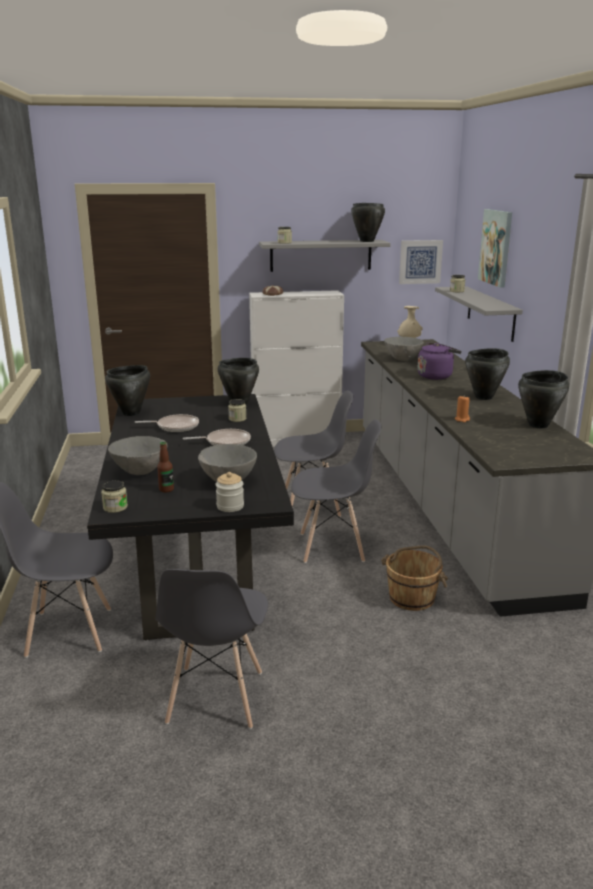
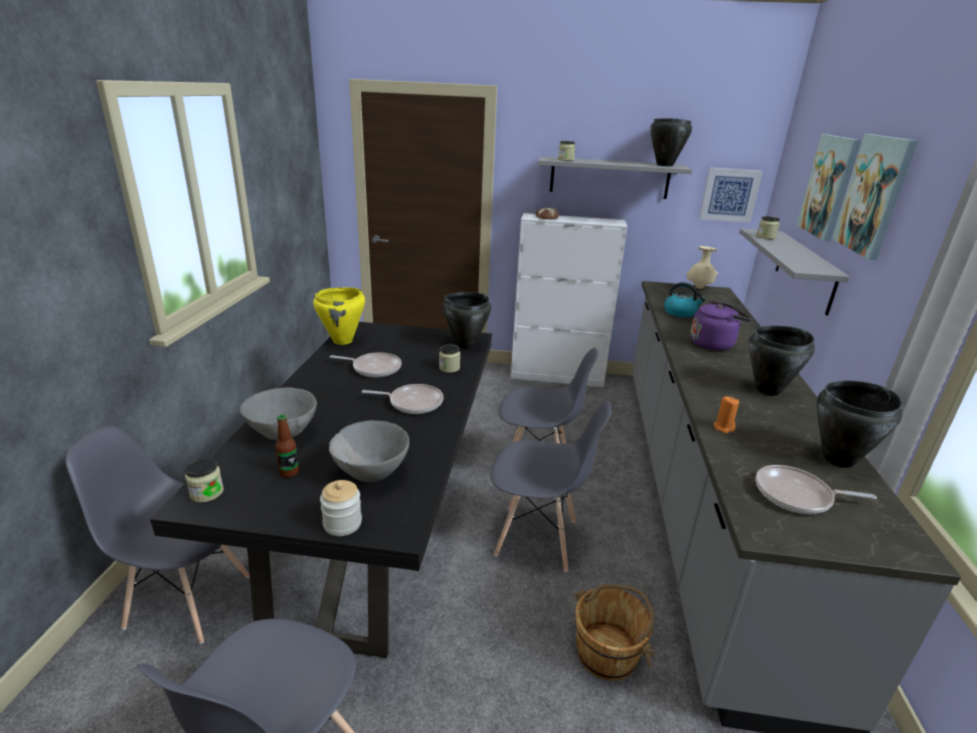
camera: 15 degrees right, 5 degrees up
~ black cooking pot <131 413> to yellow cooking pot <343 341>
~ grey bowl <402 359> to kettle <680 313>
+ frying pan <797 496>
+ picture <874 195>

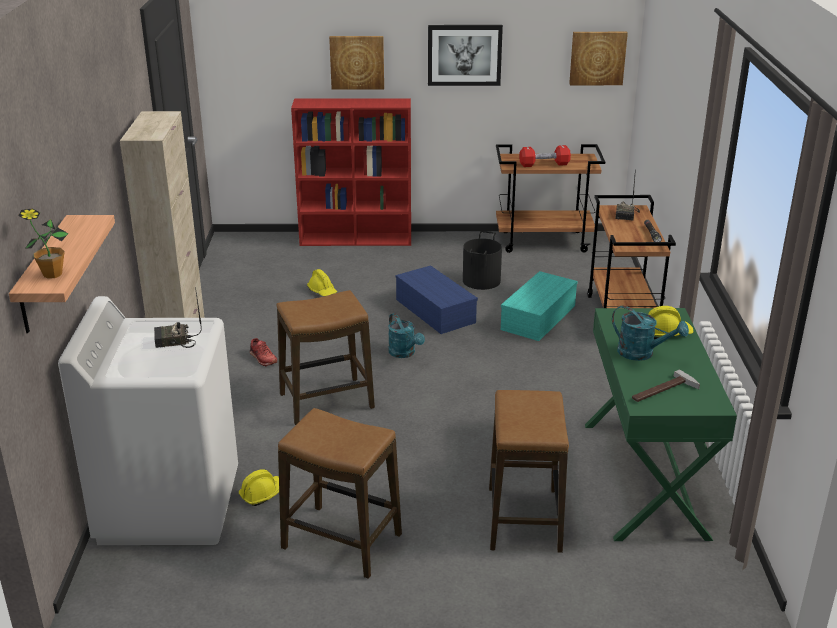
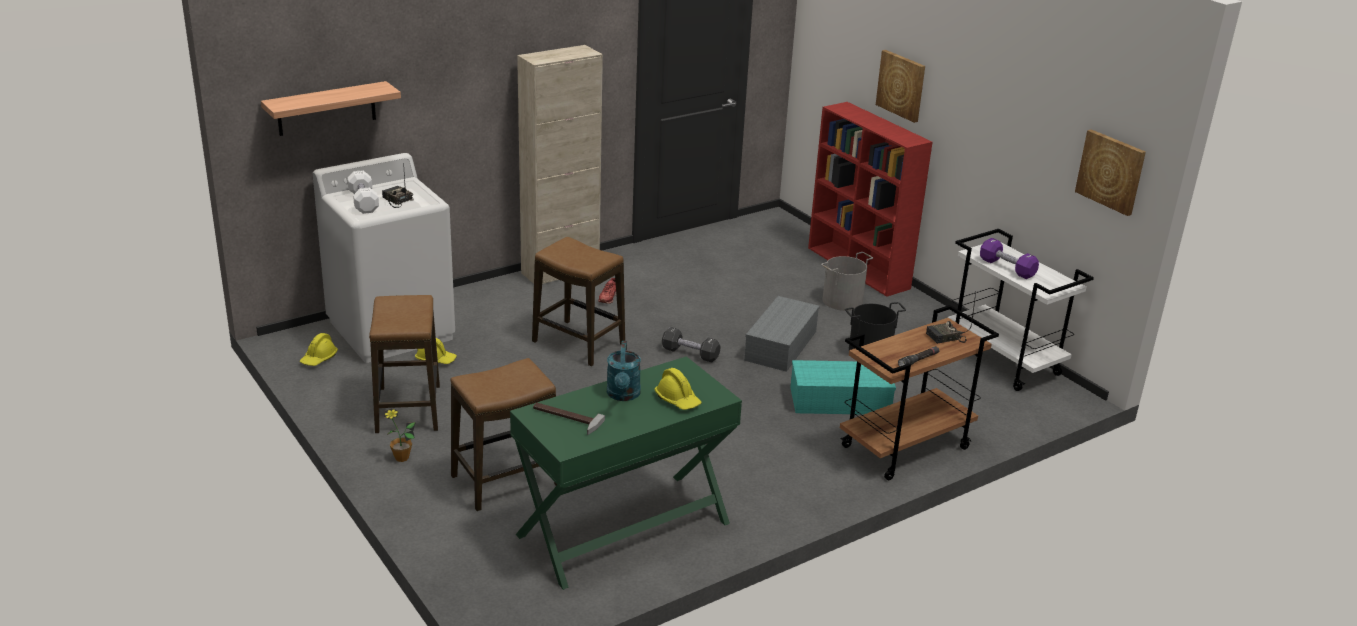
camera: 55 degrees right, 0 degrees up
~ potted plant <52 274> to <401 458>
~ yellow hard hat <322 291> to <319 358>
~ turquoise watering can <404 353> to black dumbbell <690 353>
~ blue storage box <433 310> to grey storage box <780 344>
- picture <464 55>
~ brown cart <544 241> to white cart <1004 362>
~ red dumbbell <544 164> to purple dumbbell <1007 268>
+ white dumbbell <363 202>
+ grey bucket <843 301>

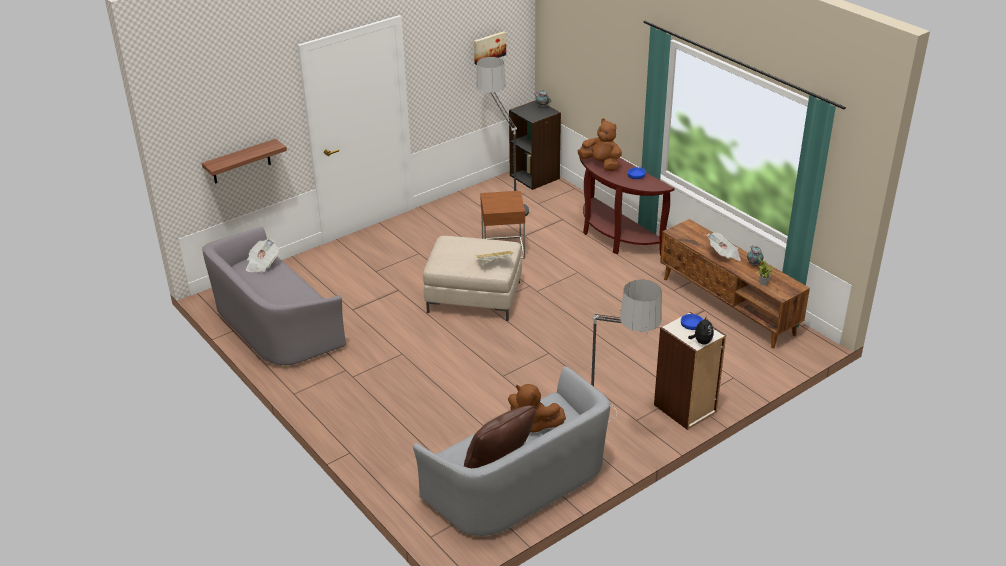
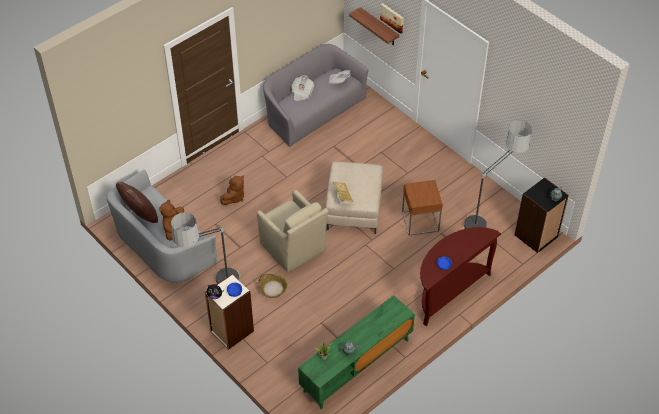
camera: 85 degrees right, 15 degrees up
~ picture <489 47> to <392 17>
~ brown plush toy <601 164> to <234 197>
~ brown tv stand <728 306> to green tv stand <356 366>
~ newspaper <723 254> to <301 93>
+ beige armchair <293 248>
+ basket <273 289>

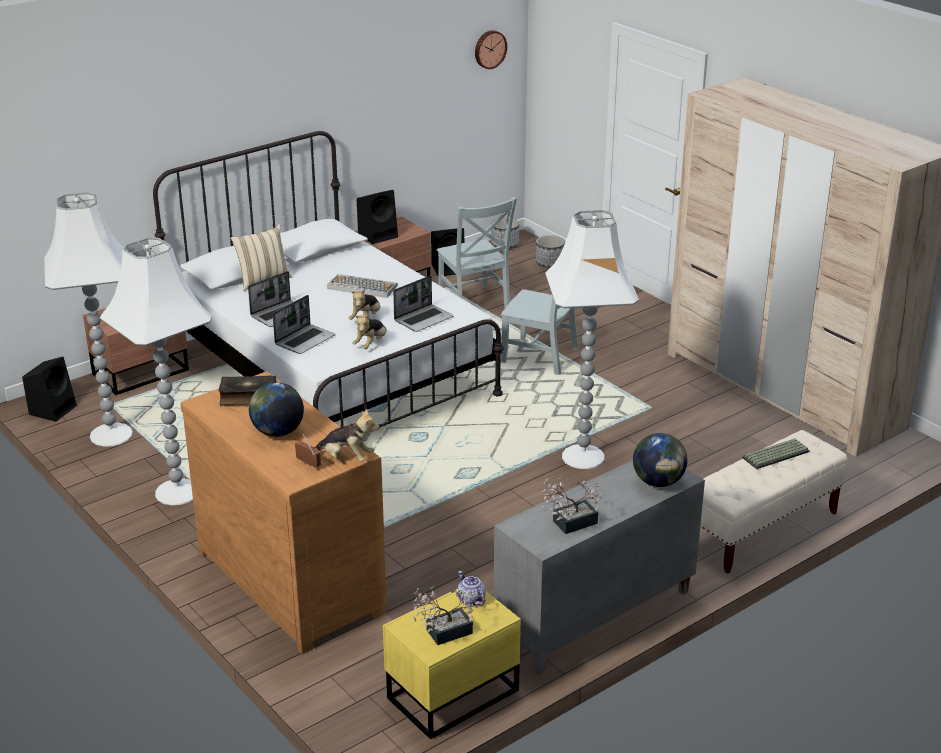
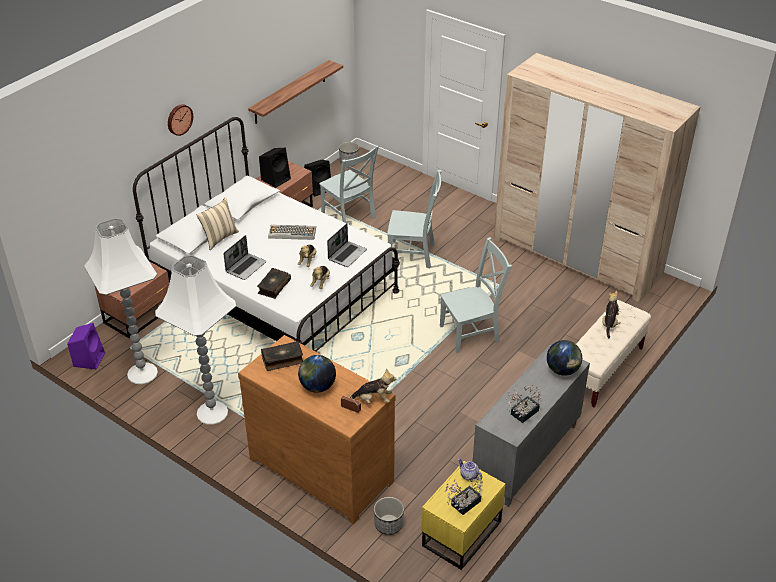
camera: 15 degrees left, 10 degrees up
~ black speaker <53 409> to purple speaker <89 359>
~ laptop <305 340> to book <273 287>
~ wall clock <489 49> to <179 119>
~ planter <549 264> to <388 524>
~ white floor lamp <584 457> to grey chair <472 333>
~ keyboard <776 455> to plush toy <609 323>
+ shelf <290 92>

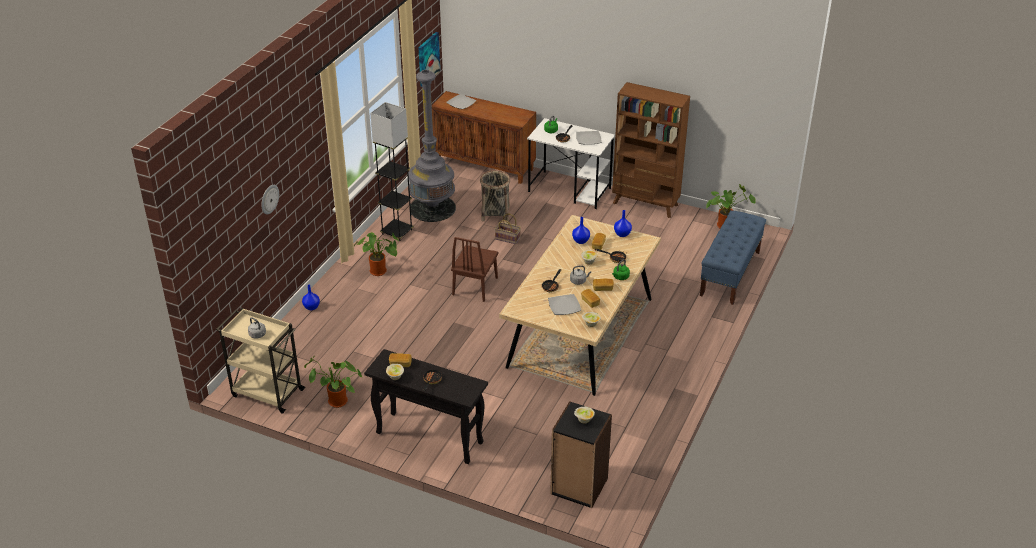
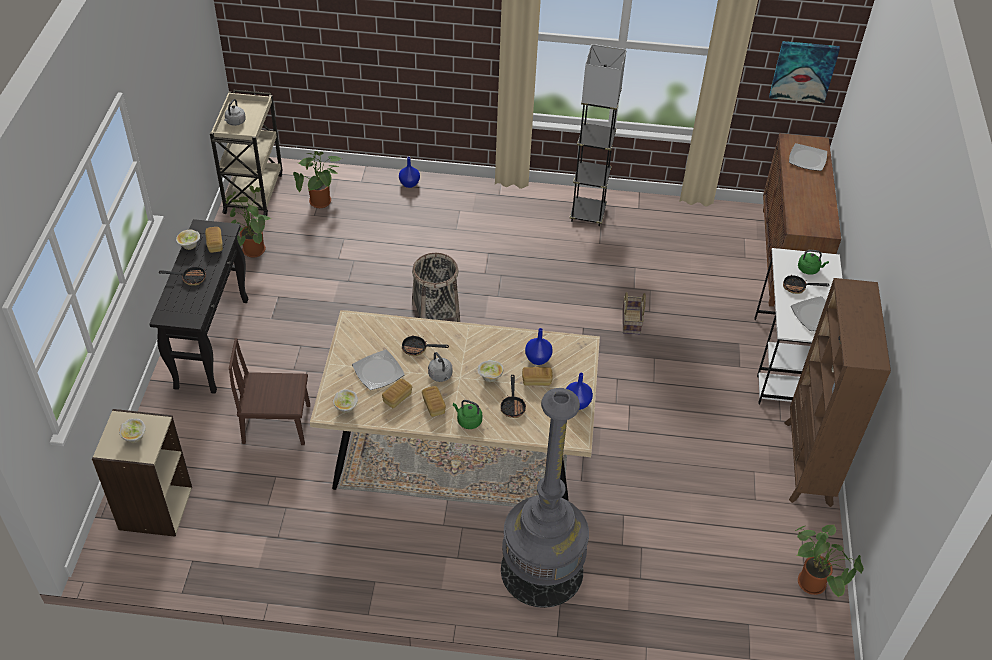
camera: 70 degrees right, 10 degrees up
- wall clock <269 199>
~ potted plant <380 271> to <321 203>
~ grey floor lamp <432 208> to <541 570>
~ brown chair <475 286> to <276 424>
~ basket <495 213> to <435 313>
~ black bookcase <578 486> to beige bookcase <155 508>
- blue bench <730 274>

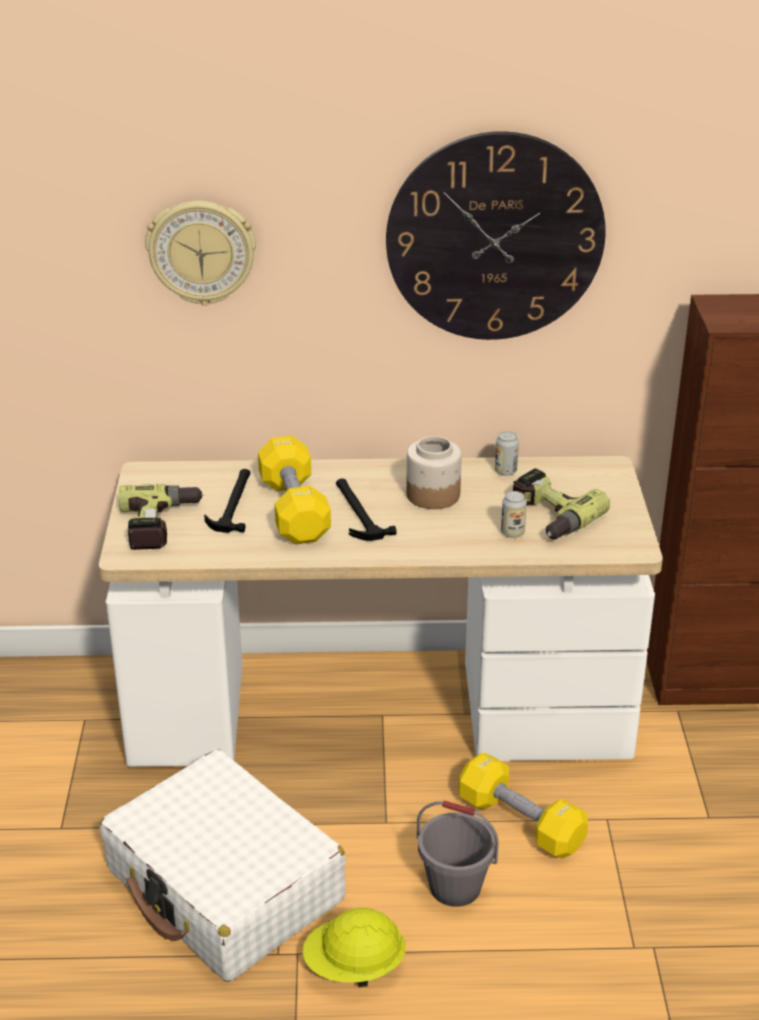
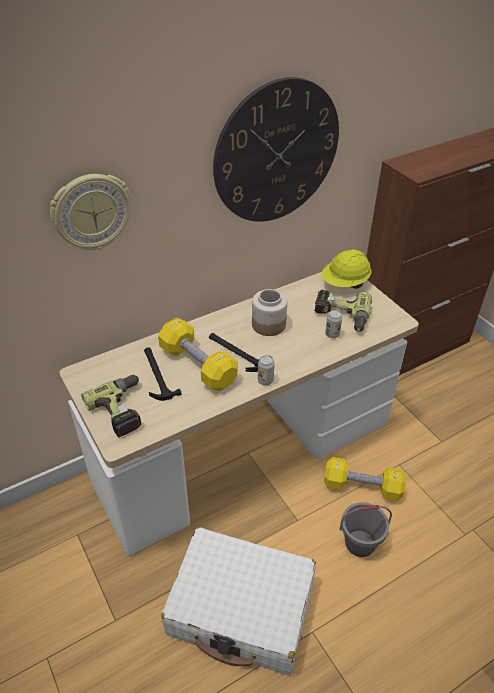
camera: 30 degrees left, 10 degrees up
~ yellow hard hat <354 967> to <345 284>
~ can <505 471> to <265 380>

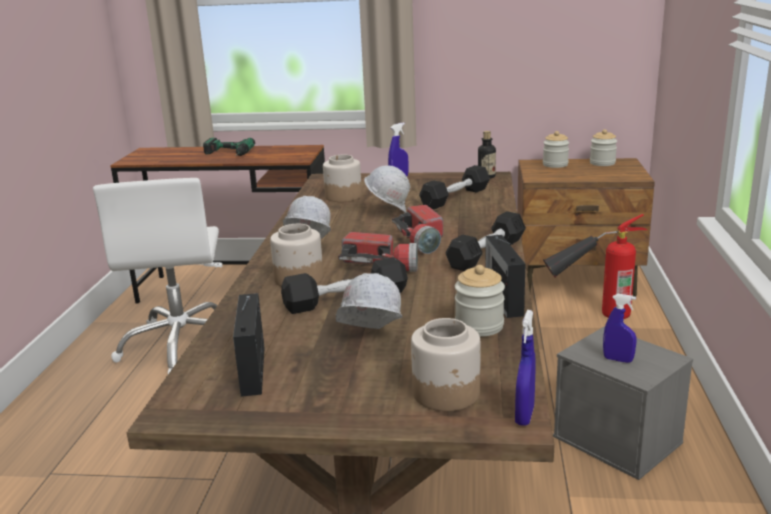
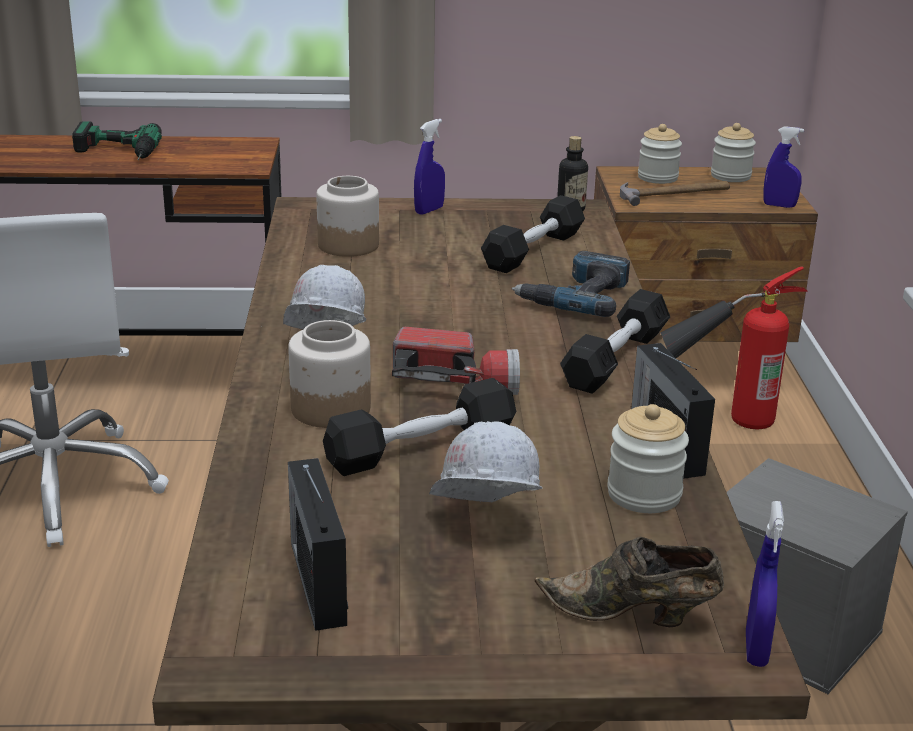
camera: 10 degrees left, 5 degrees up
- white hard hat <388 212>
- flashlight <421 240>
~ jar <447 393> to brown shoe <632 615>
~ blue spray bottle <618 360> to <779 205>
+ power drill <576 295>
+ hammer <674 194>

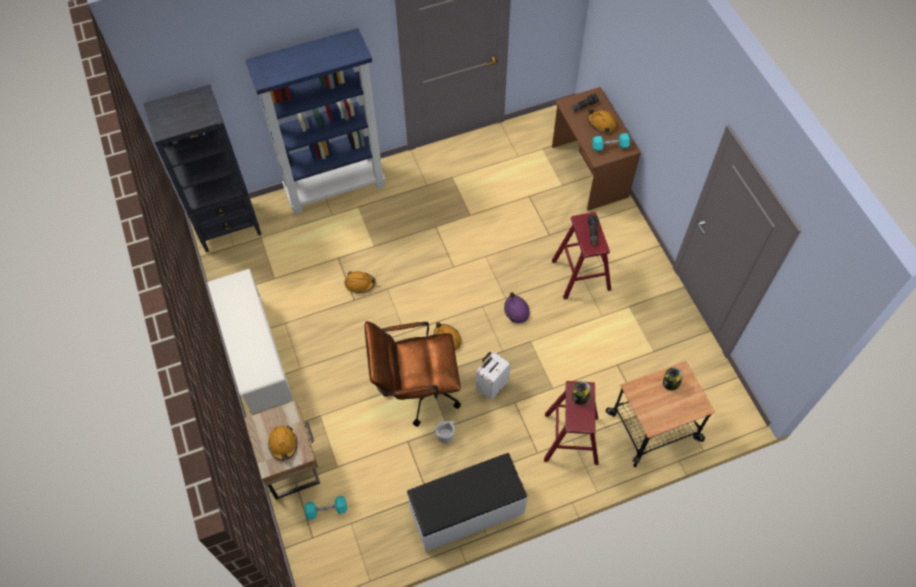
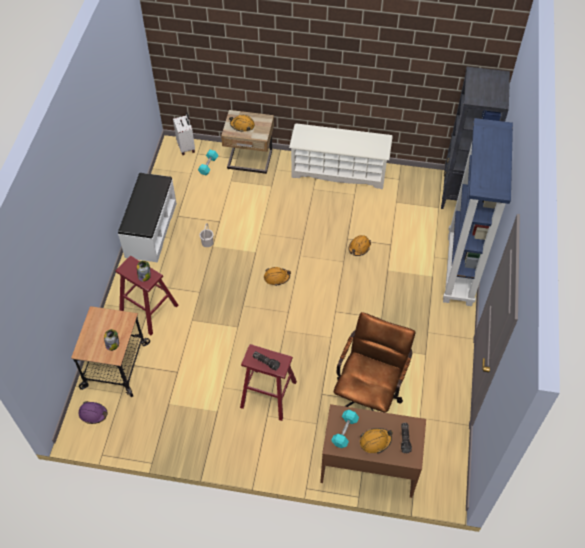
camera: 120 degrees right, 5 degrees down
~ brown office chair <416 389> to <368 393>
~ white suitcase <491 386> to <186 147>
~ purple hard hat <516 311> to <93 414>

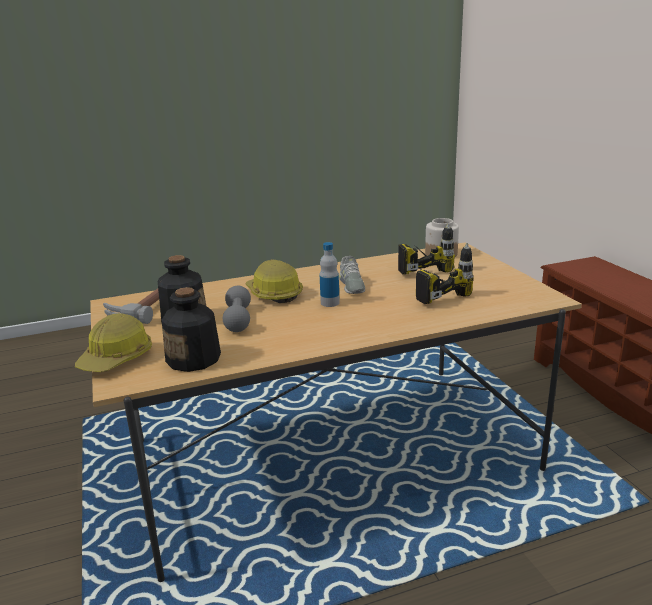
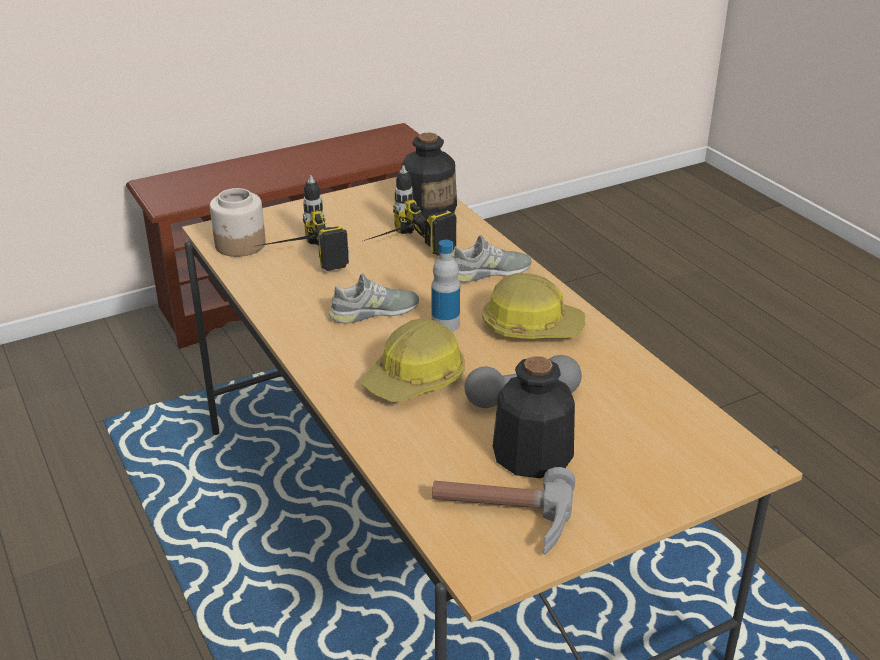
camera: 100 degrees left, 10 degrees up
~ hard hat <117 358> to <531 326>
~ bottle <194 359> to <428 208>
+ grey shoe <489 272>

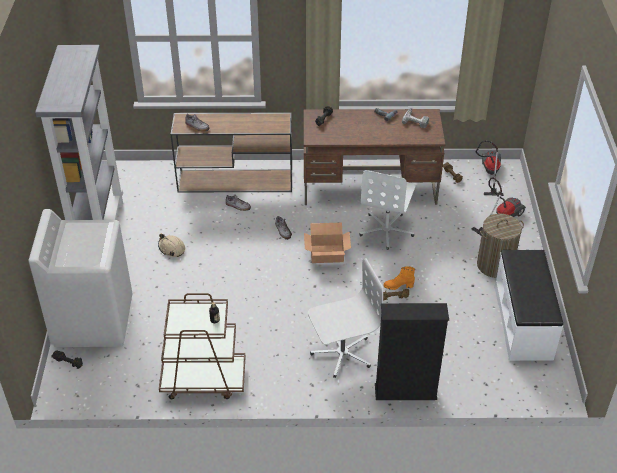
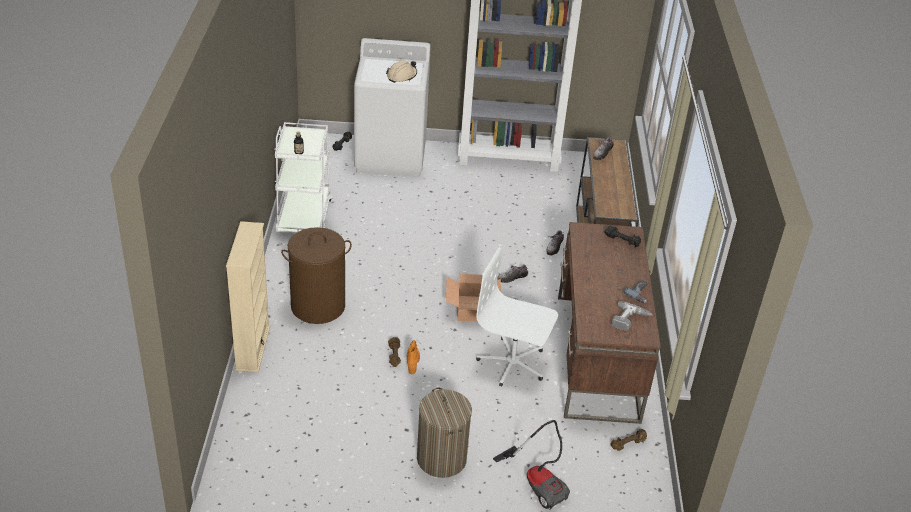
camera: 90 degrees right, 5 degrees down
~ beige hard hat <171 248> to <402 76>
~ brown cart <203 380> to white cart <304 216>
~ white office chair <342 353> to brown laundry basket <318 306>
~ black bookcase <405 392> to beige bookcase <253 347>
- vacuum cleaner <489 173>
- white bench <523 322>

